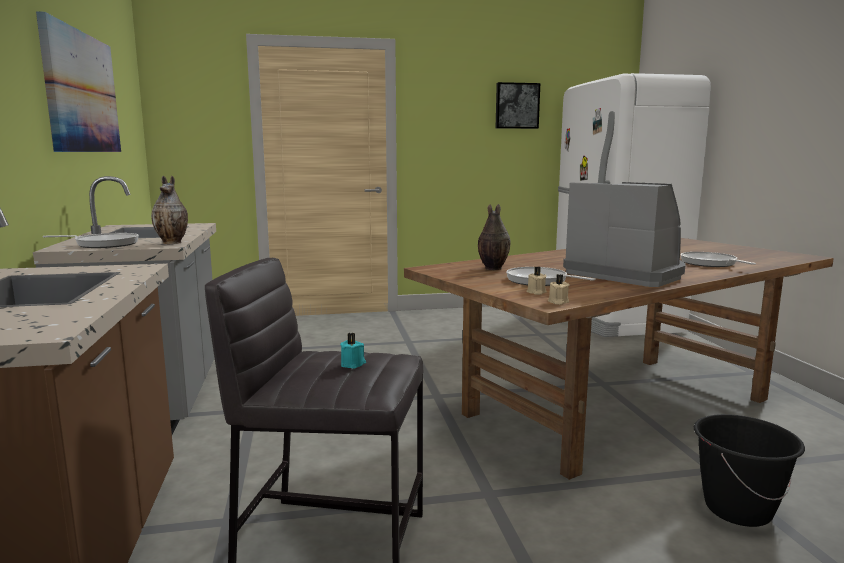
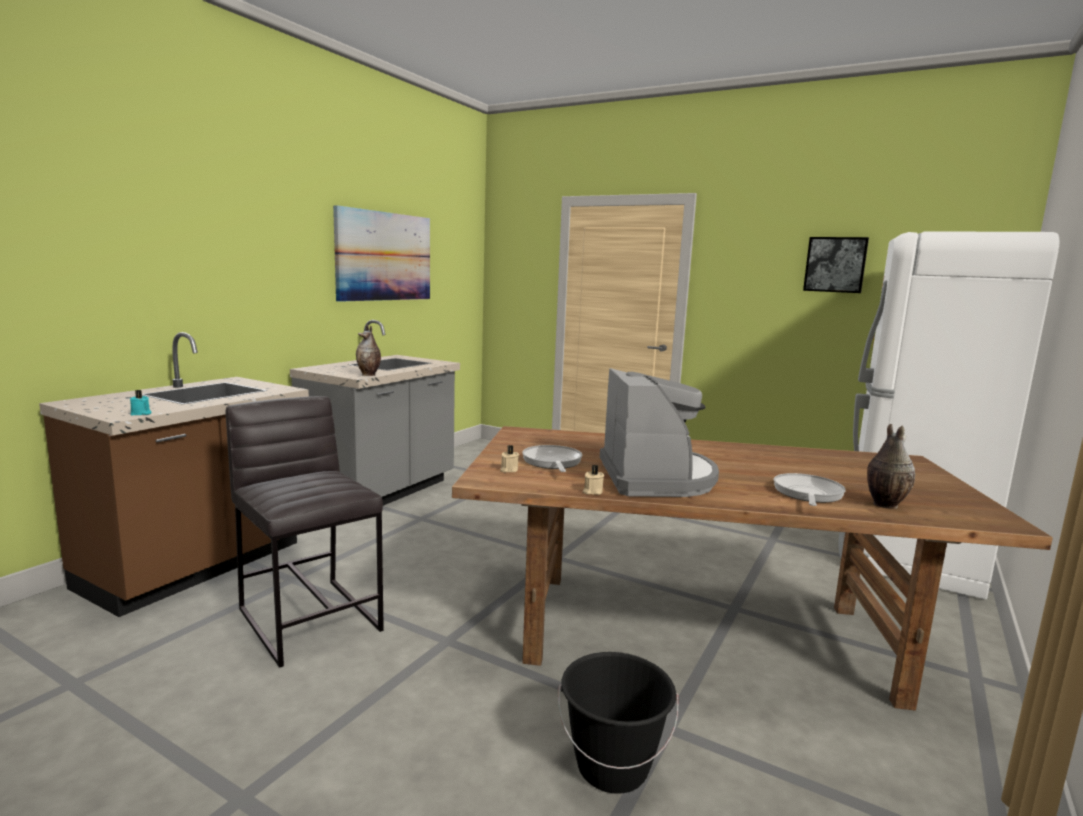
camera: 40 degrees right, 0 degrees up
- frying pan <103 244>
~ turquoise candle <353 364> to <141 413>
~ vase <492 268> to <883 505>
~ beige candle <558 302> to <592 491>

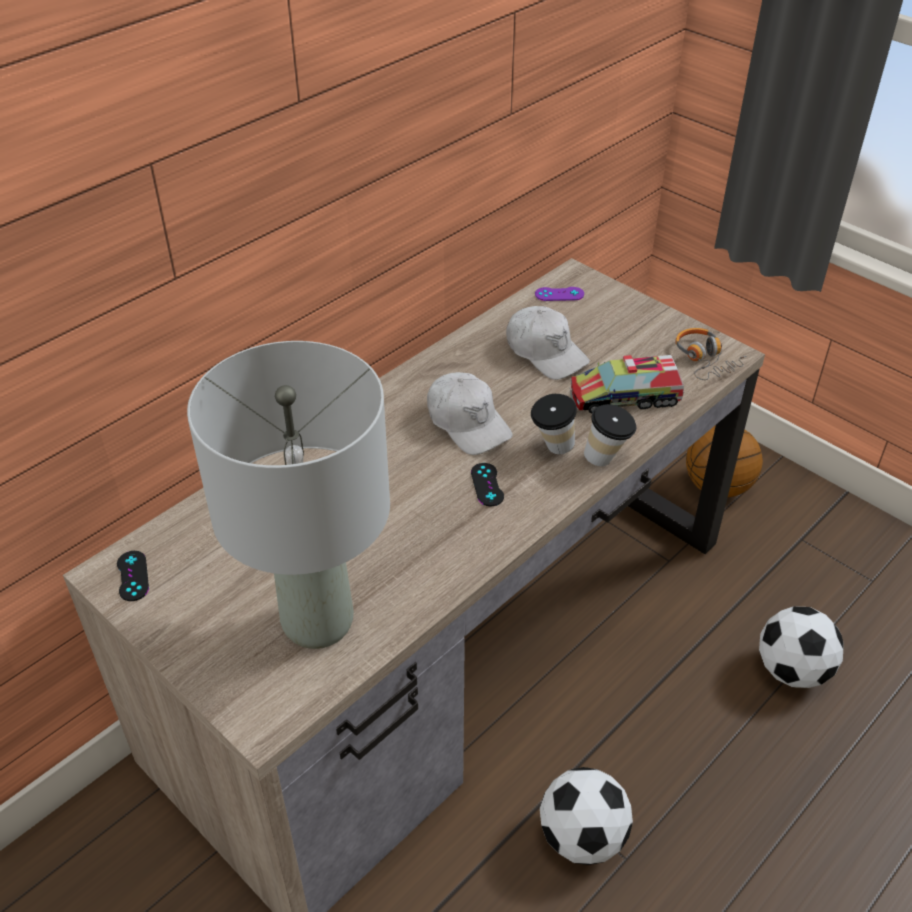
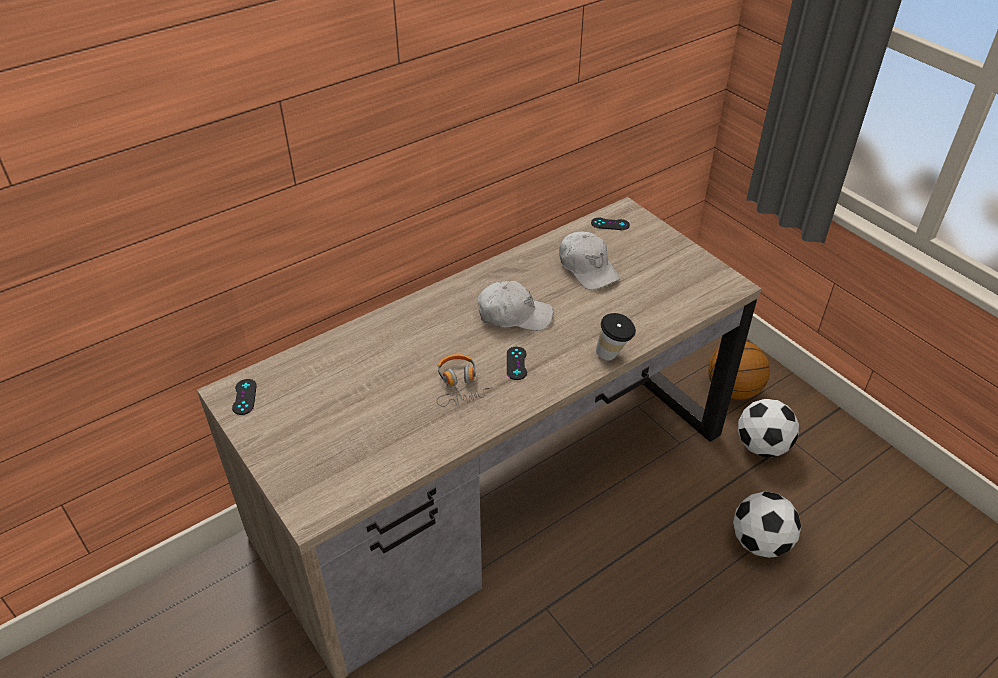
camera: 10 degrees right, 0 degrees up
- grey table lamp <317 620>
~ white cap <468 423> = <514 315> 60 degrees counterclockwise
- cup <551 449>
~ purple game controller <559 294> to black game controller <610 224>
~ football <582 837> to <762 446>
- toy truck <625 397>
~ headphones <704 360> to <459 385>

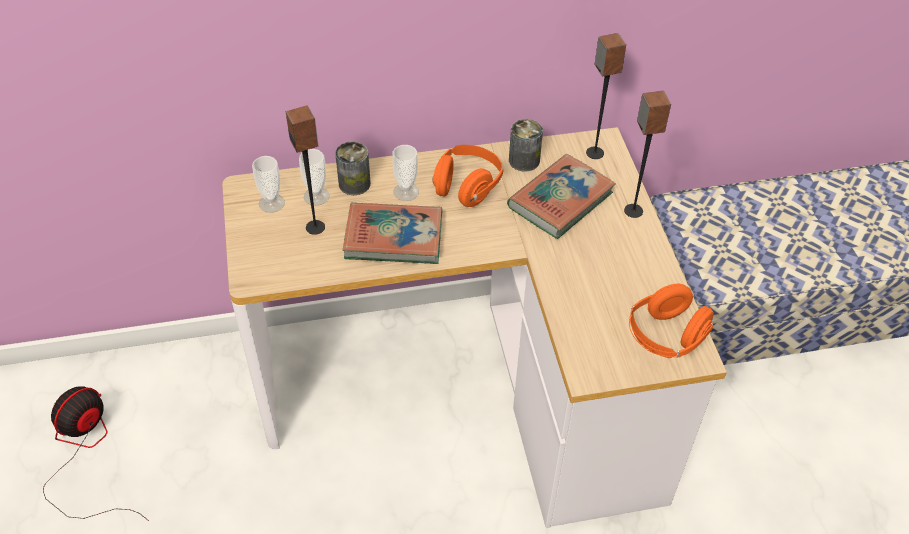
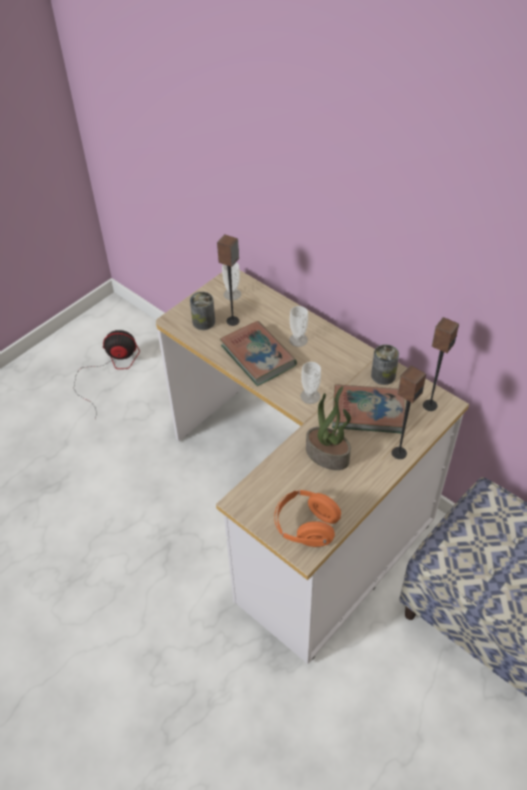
camera: 55 degrees right, 0 degrees up
~ cup <316 196> to <310 396>
~ can <354 184> to <203 322>
- orange headphones <467 187>
+ potted plant <328 455>

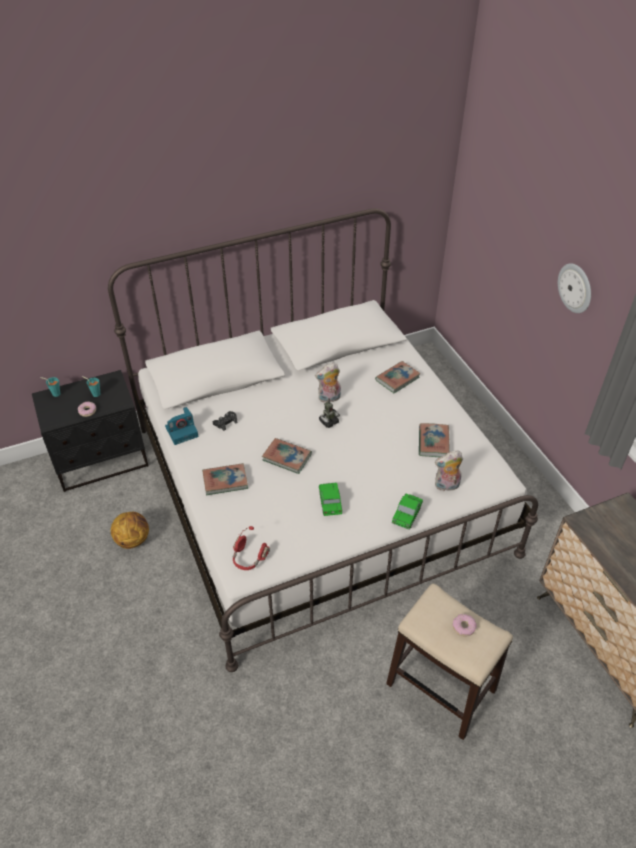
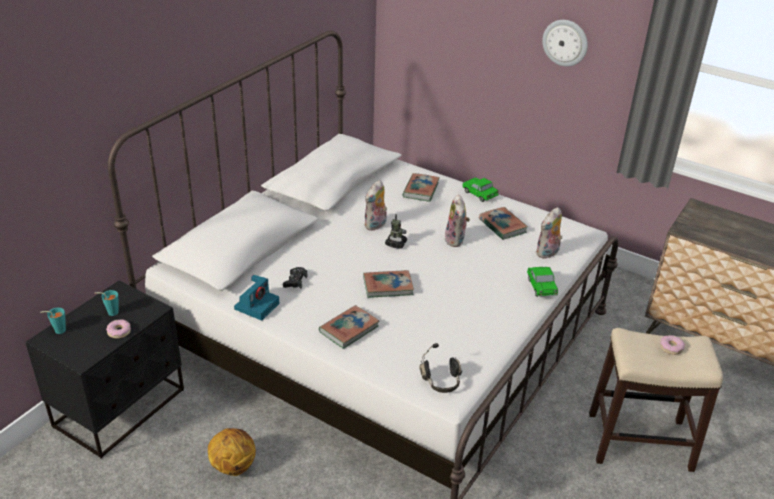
camera: 35 degrees left, 10 degrees down
~ red headphones <249 558> to black headphones <441 382>
~ toy car <330 503> to <479 194>
+ plush toy <456 240>

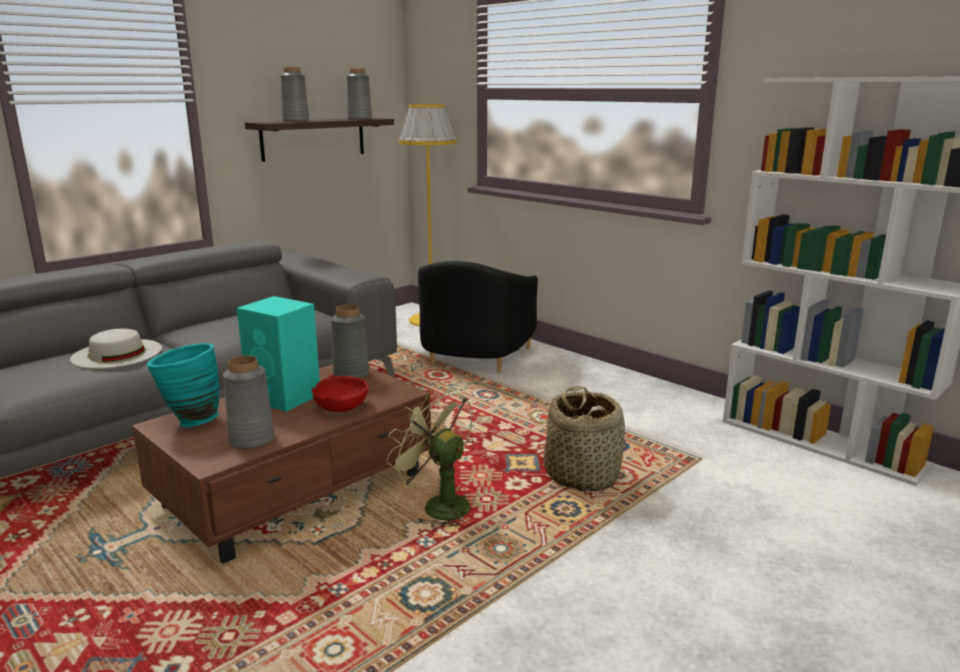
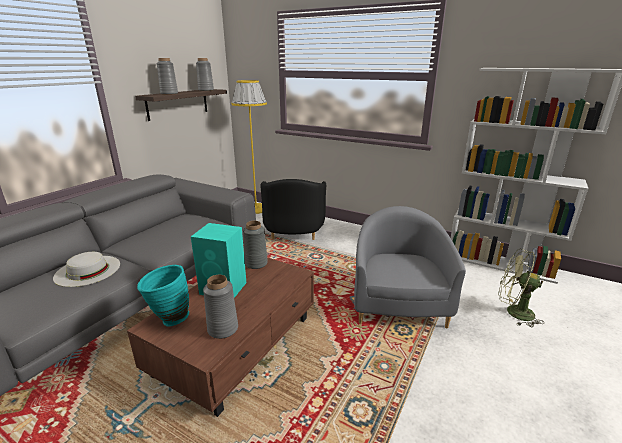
camera: 15 degrees left, 5 degrees up
- red bowl <341 407>
~ green fan <437 505> to <513 312>
~ basket <582 474> to grey armchair <397 304>

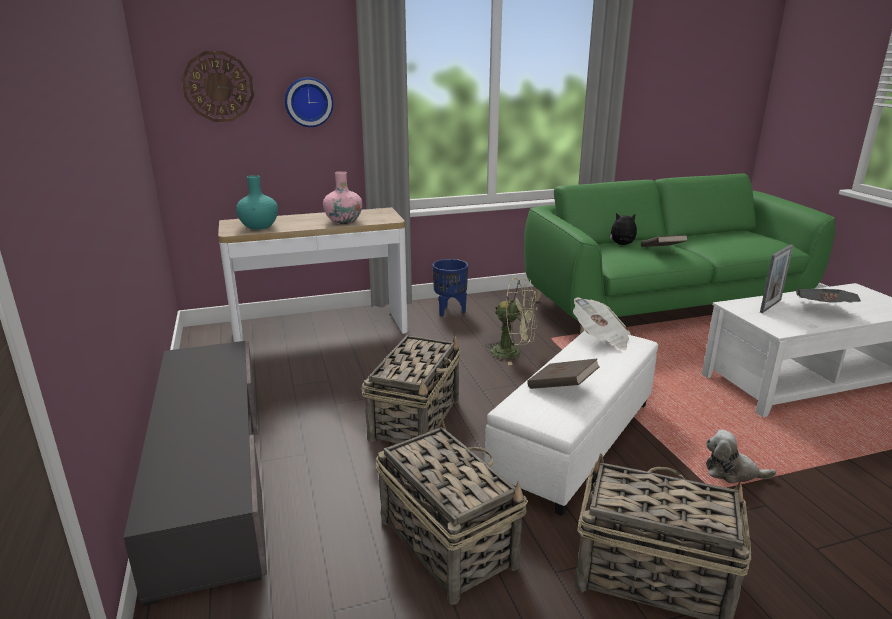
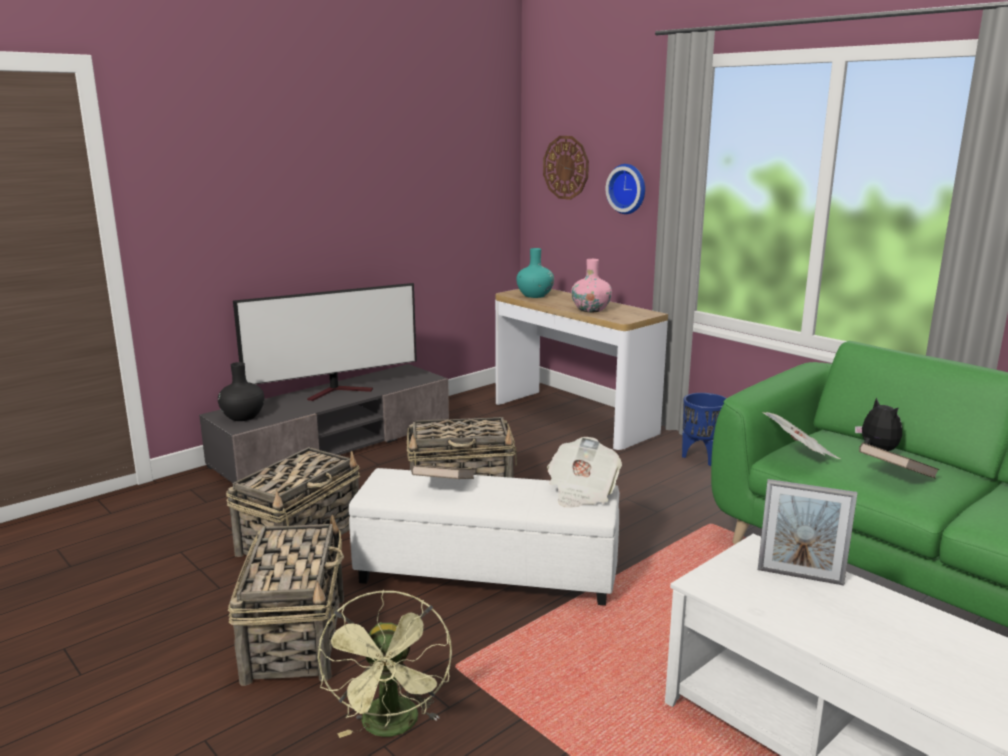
camera: 65 degrees right, 5 degrees down
~ green fan <513 353> to <392 727>
- plush toy <732 472>
~ newspaper <823 310> to <799 454>
+ black vase <243 417>
+ television <339 391>

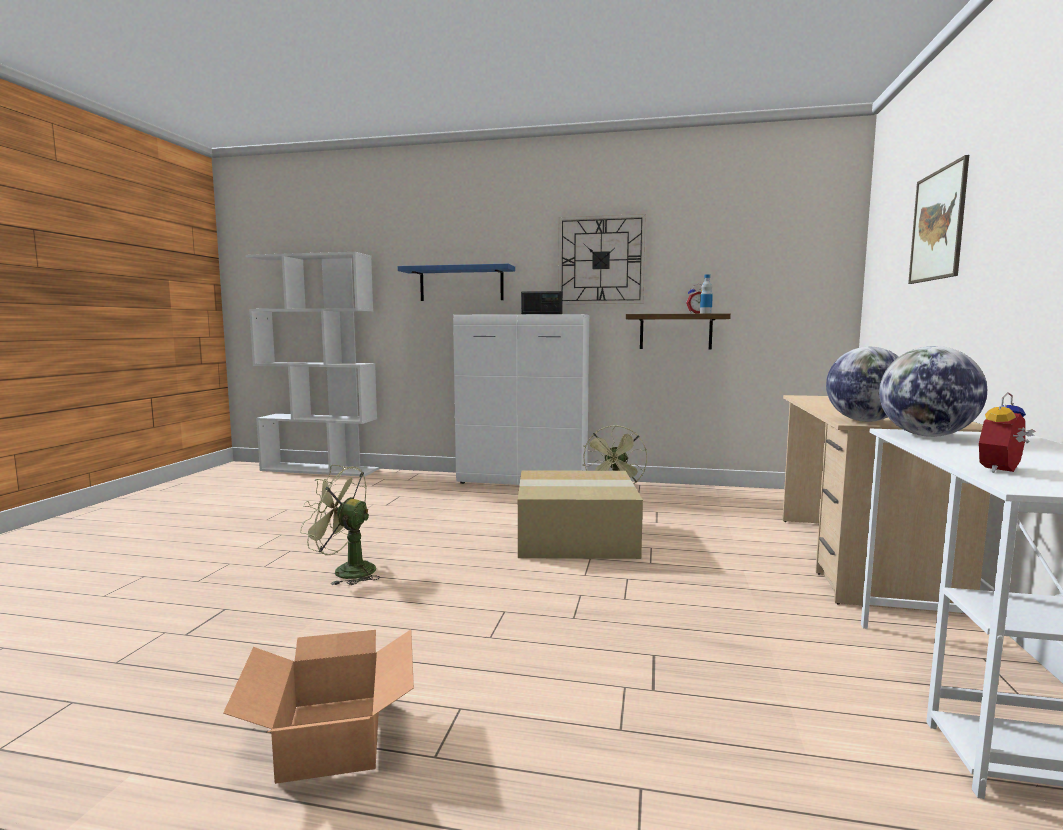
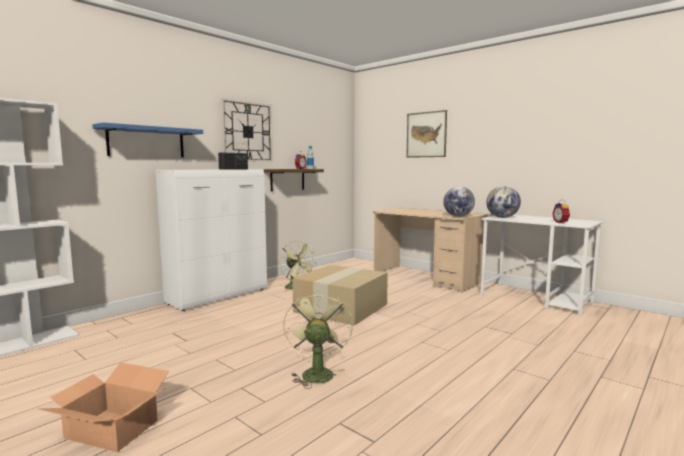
camera: 60 degrees left, 0 degrees up
~ cardboard box <334 735> to <112 428>
~ green fan <345 571> = <316 372> 135 degrees clockwise

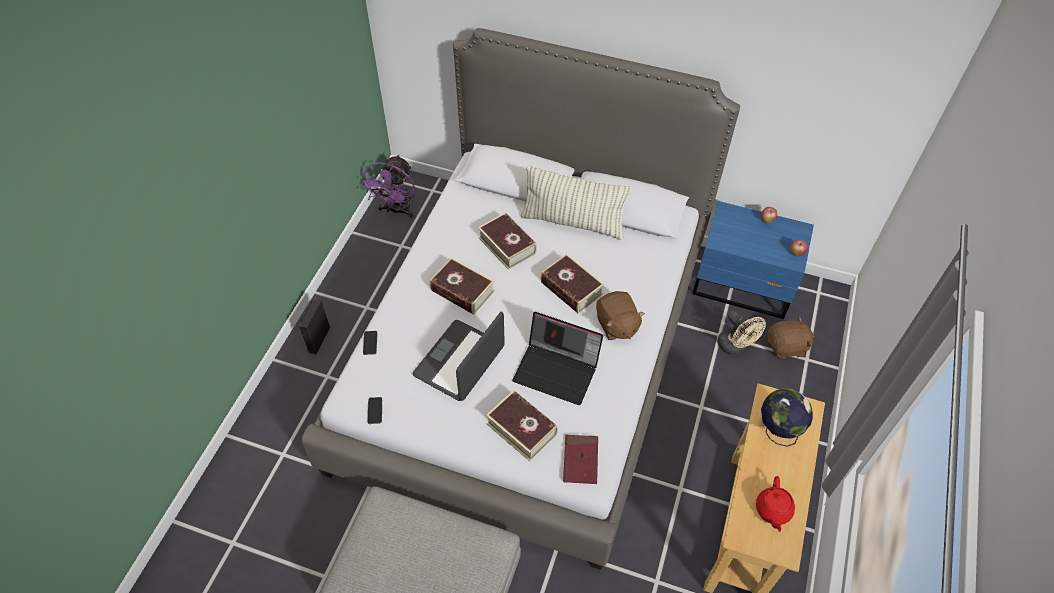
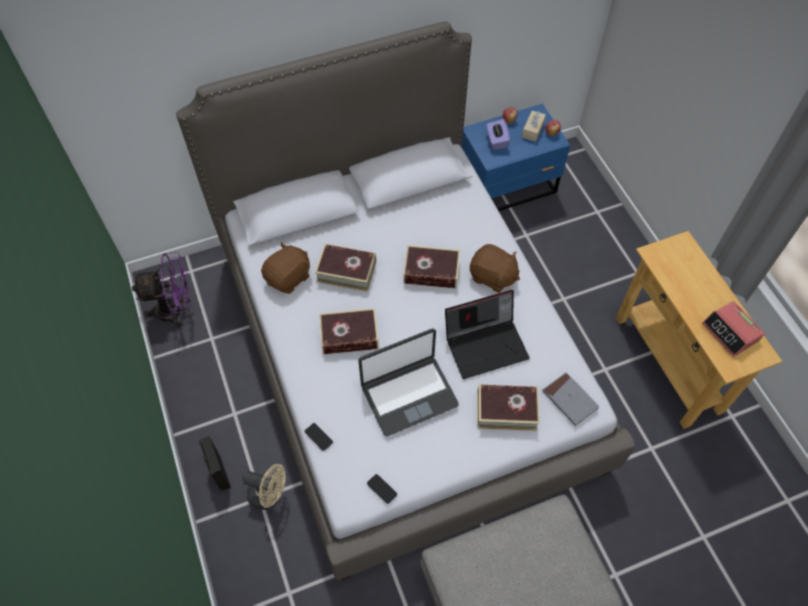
camera: 40 degrees left, 5 degrees up
~ purple fan <396 210> = <175 310> 75 degrees counterclockwise
~ laptop <460 362> = <408 395> 105 degrees counterclockwise
- pillow <573 222>
~ red book <580 460> to grey book <569 400>
~ beige fan <735 346> to <269 495>
~ red teapot <772 510> to alarm clock <730 332>
- globe <777 431>
~ brown plush toy <786 347> to <289 278>
+ purple tissue box <496 141>
+ beige tissue box <533 130>

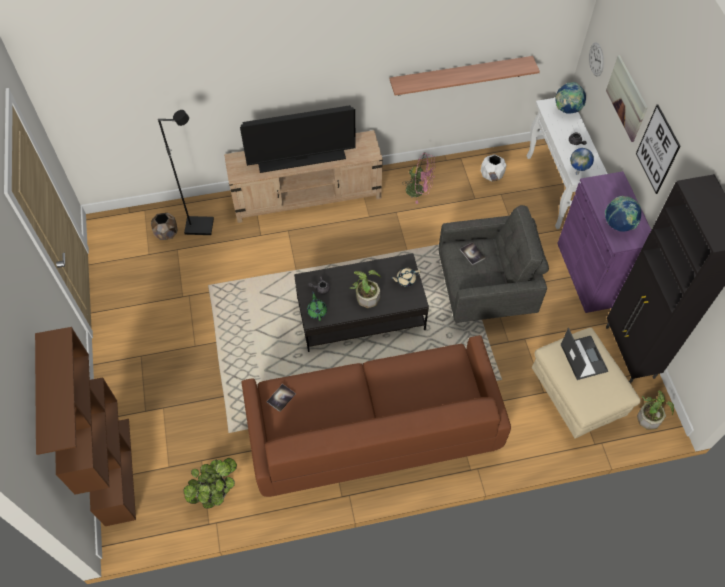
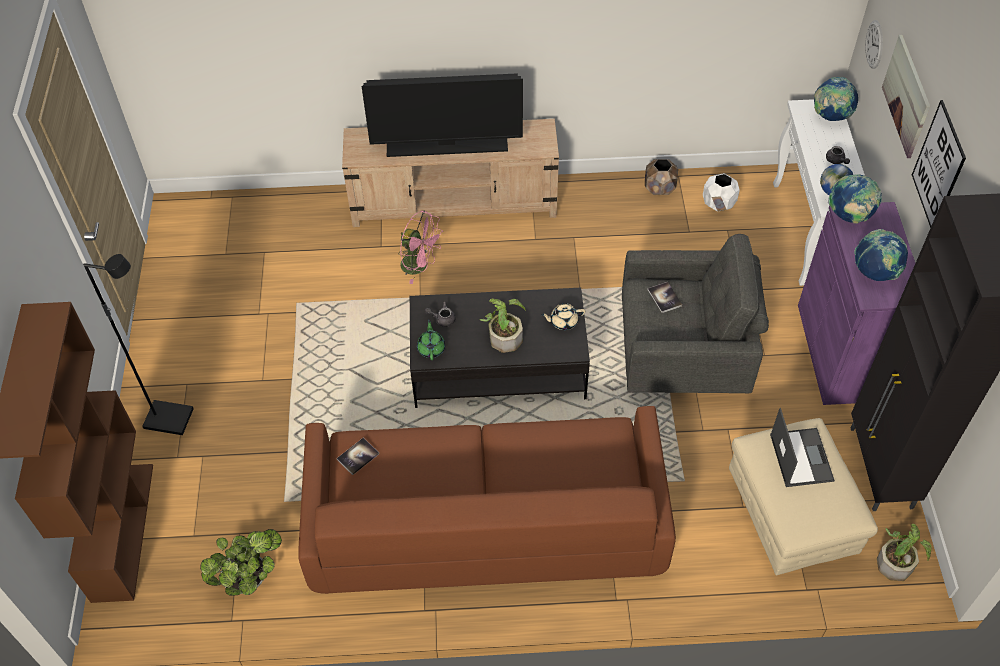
camera: 10 degrees right, 5 degrees down
~ brown planter <167 233> to <660 188>
~ black floor lamp <200 226> to <170 418>
- shelf <460 76>
~ pink fan <419 190> to <420 266>
+ globe <849 216>

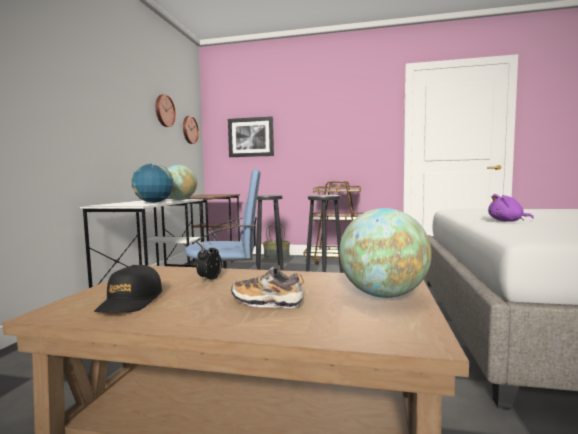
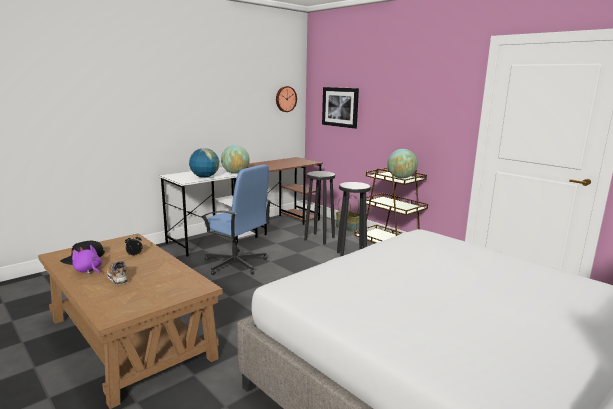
camera: 35 degrees right, 10 degrees up
- wall clock <164 110>
~ globe <383 295> to <401 178>
~ purple plush toy <507 221> to <88 270>

